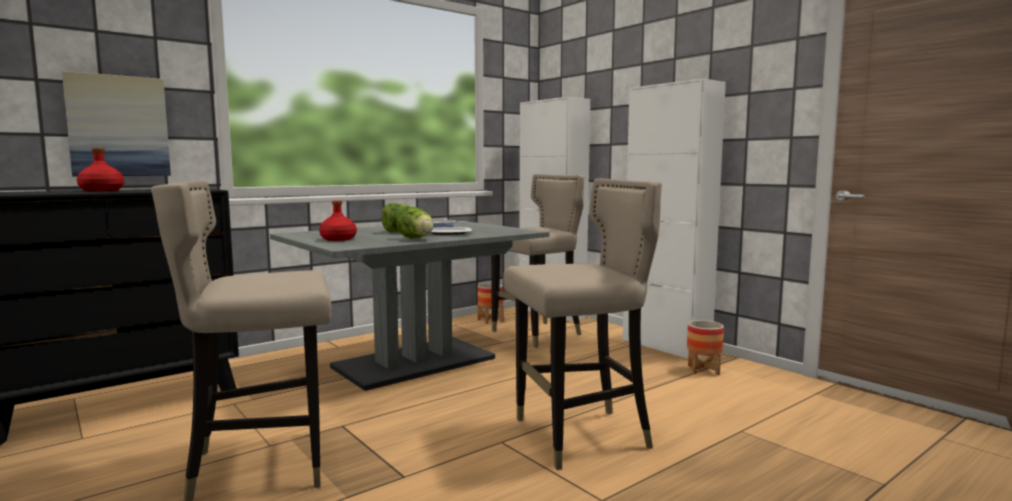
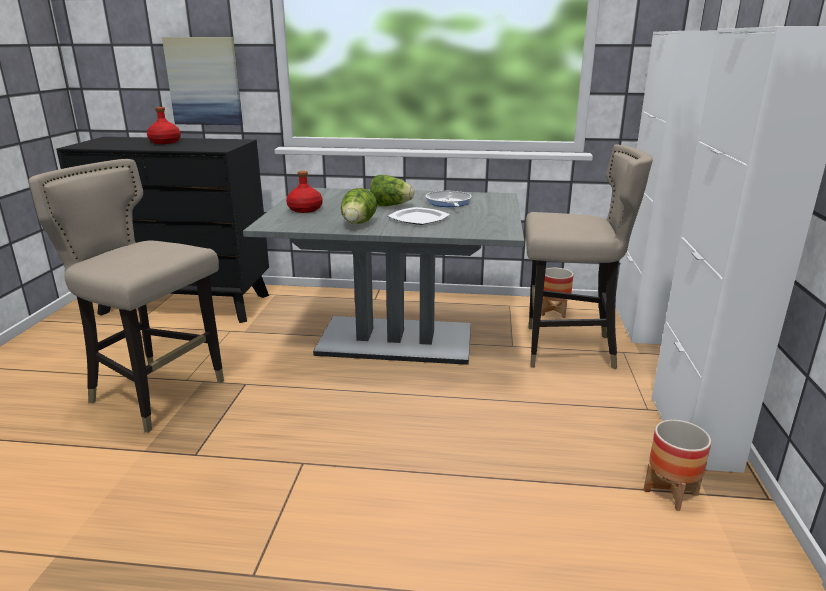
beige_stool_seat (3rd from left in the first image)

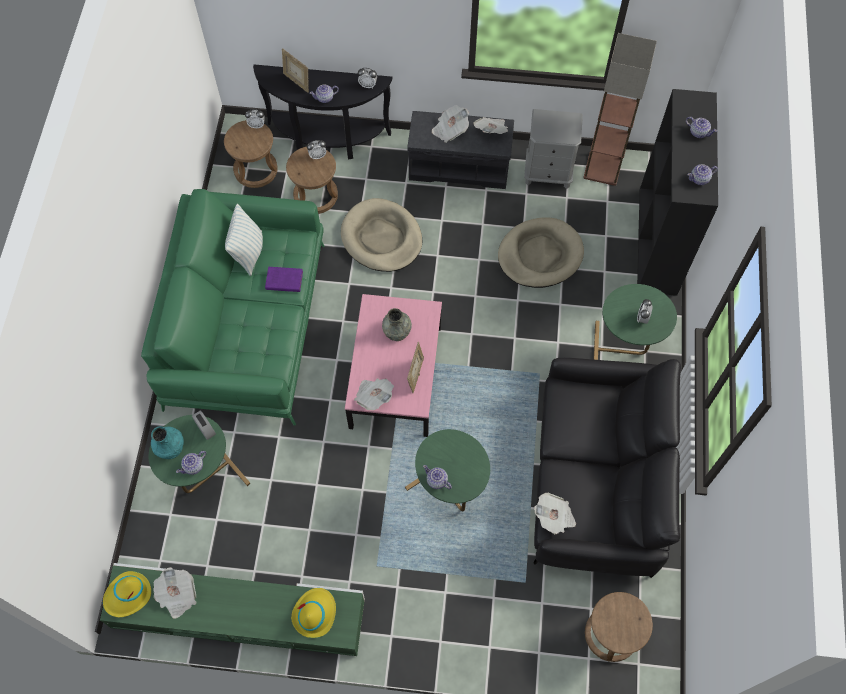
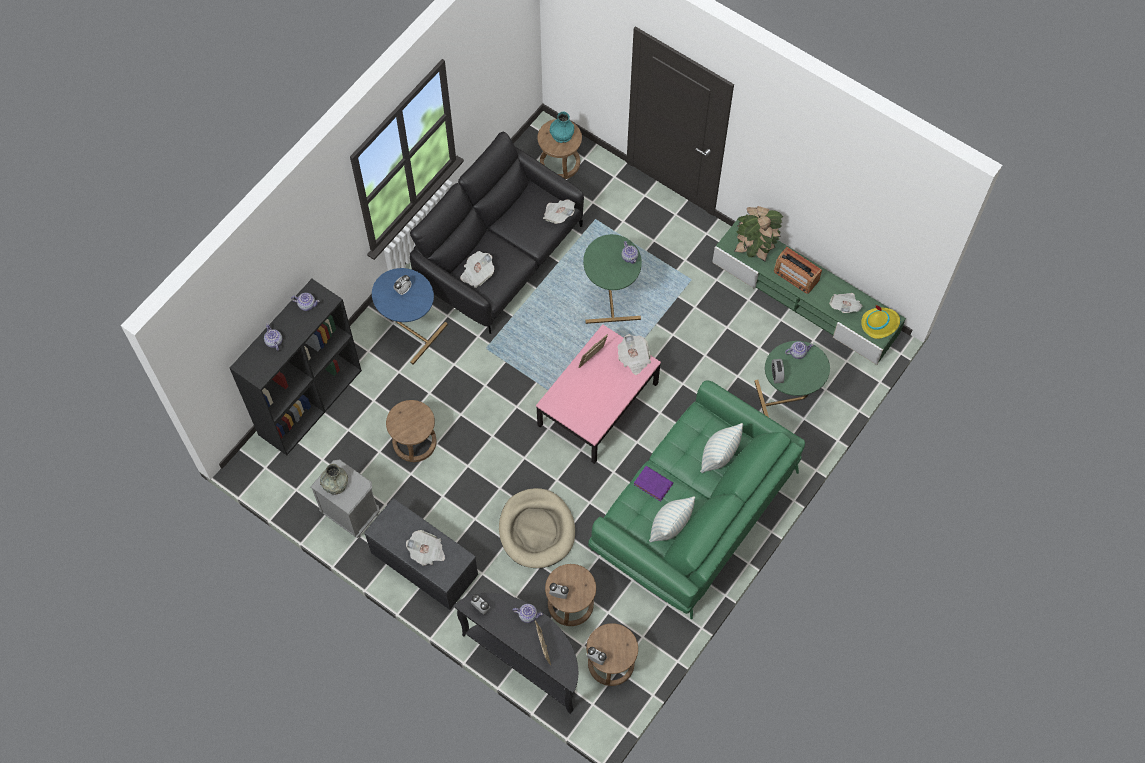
greyish_vase
blue-coloured_end_table
brownish_stool_seat (1st from left)
newspaper (2nd from left)
blue-green_vase
throw_pillow (2nd from left)
plant_in_a_pot
radio_set
standing_lamp

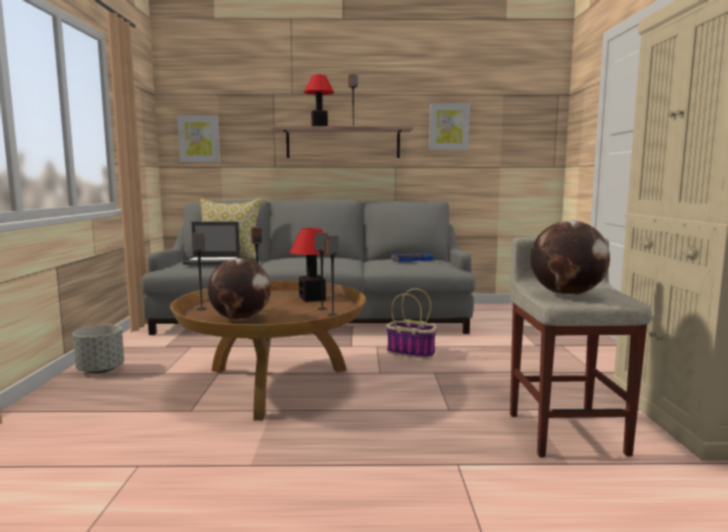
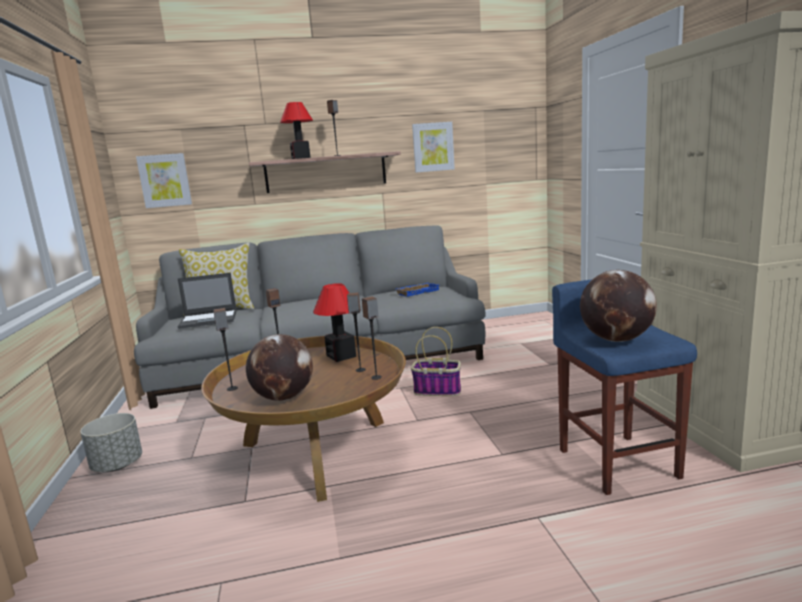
blue-coloured_stool_seat

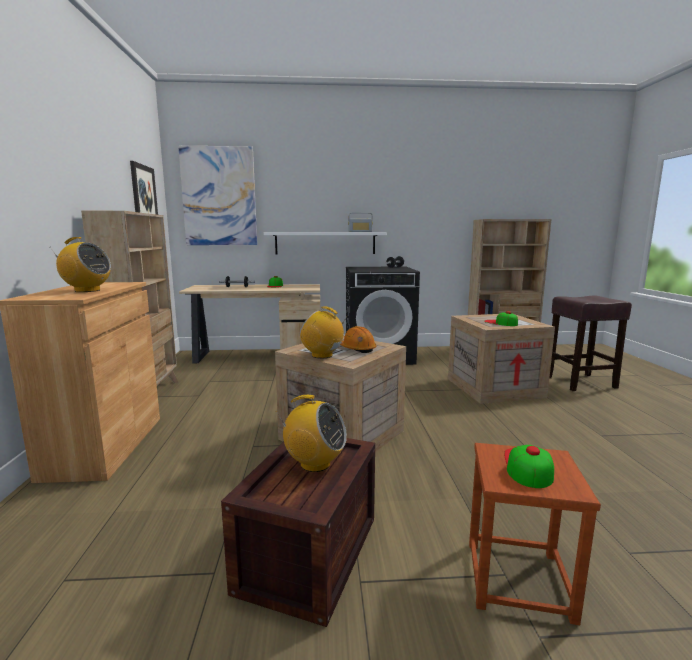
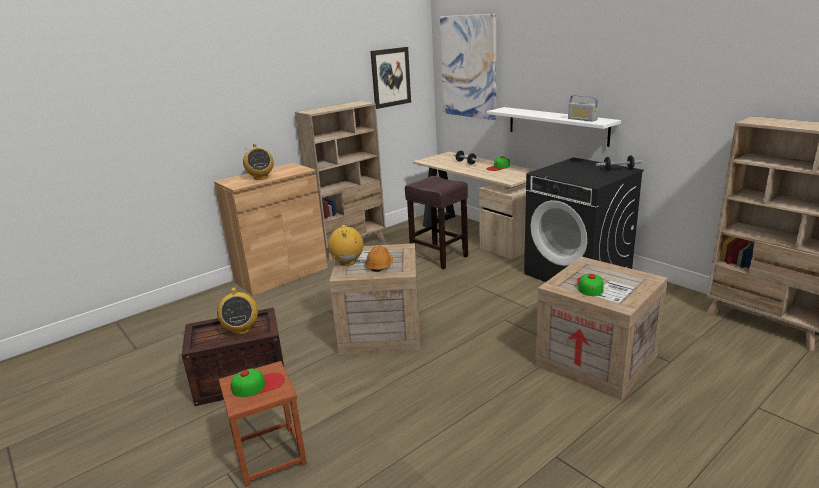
brownish_stool_seat (2nd from left)

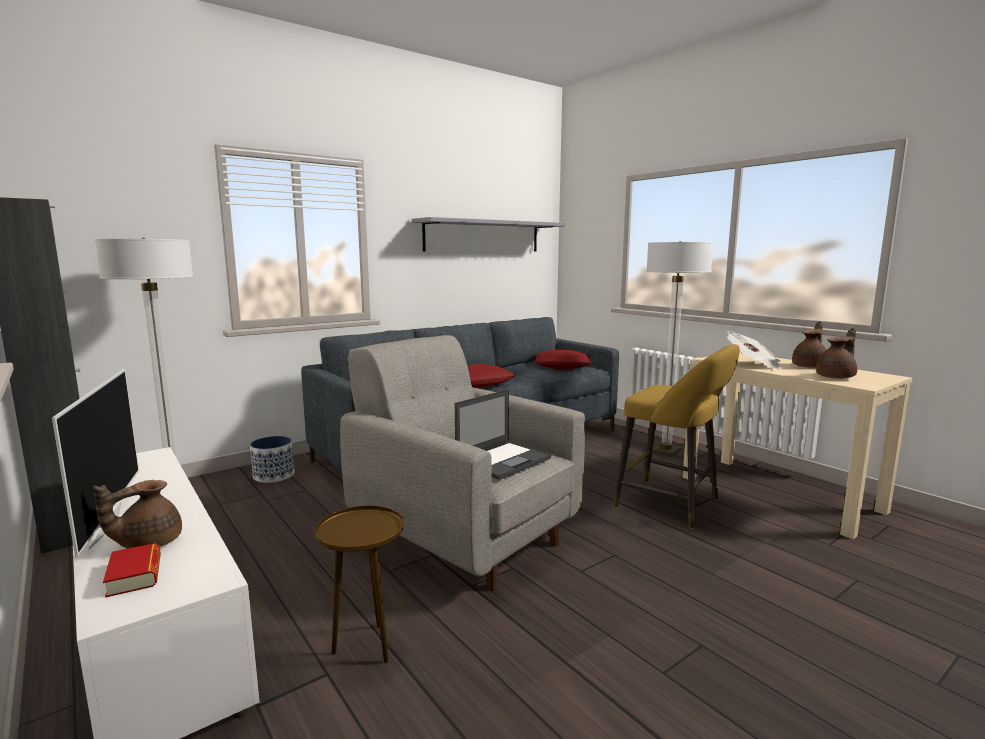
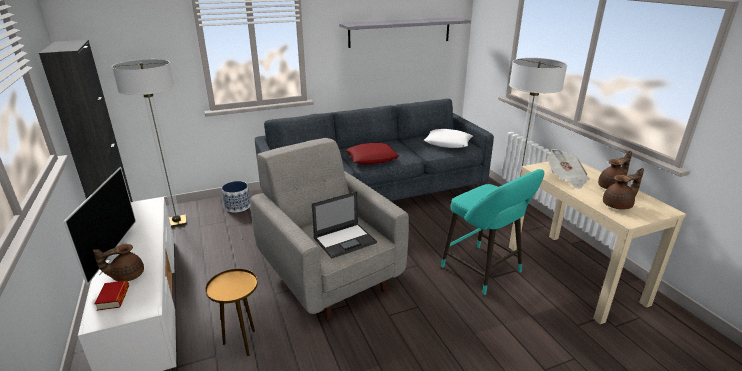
whitish_throw_pillow
blue-green_stool_seat

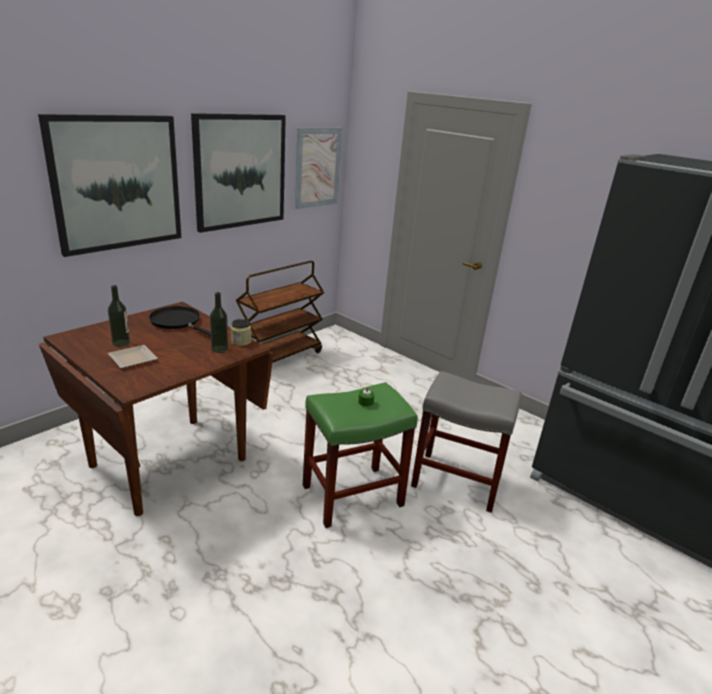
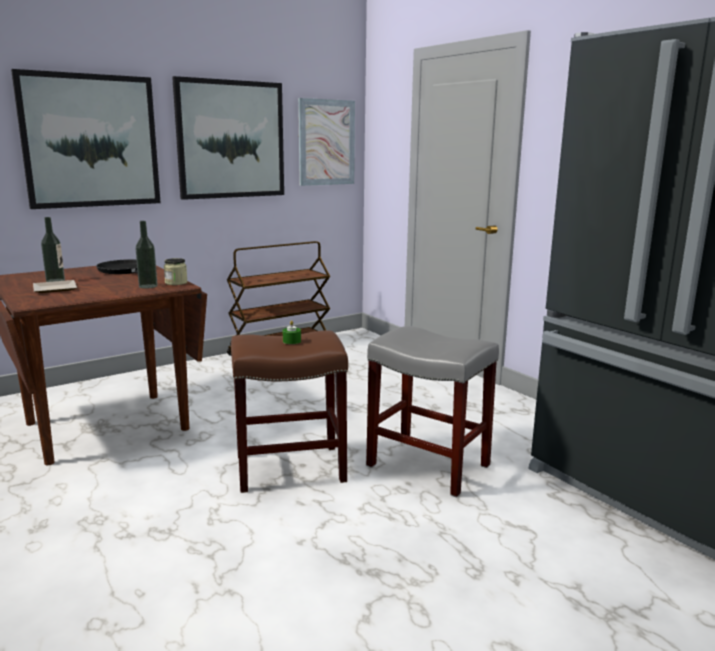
brownish_stool_seat

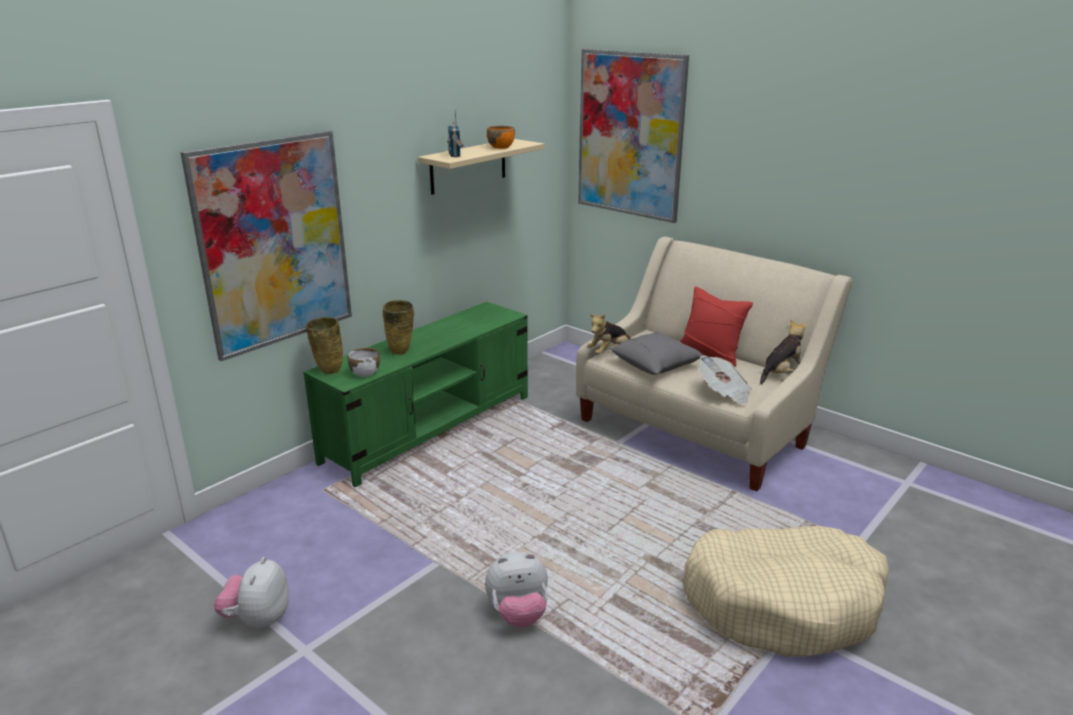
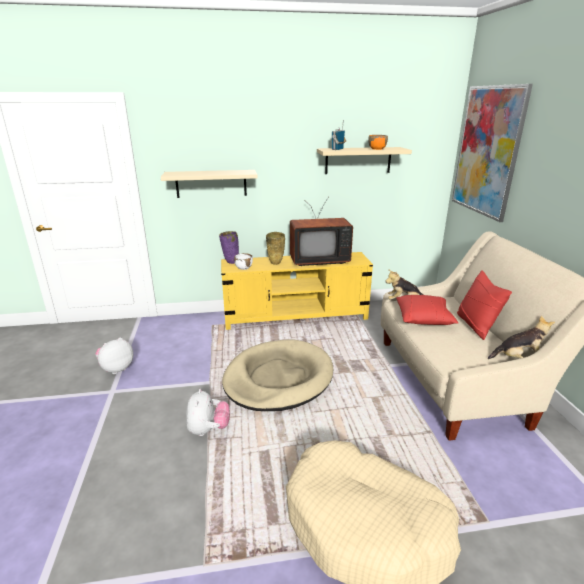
beige_wall_shelf (1st from left)
soft_toy (2nd from left)
purplish_vase
yellow_tv_unit
beige_pet_bed (1st from left)
TV_set
red-coloured_throw_pillow (1st from left)
newspaper

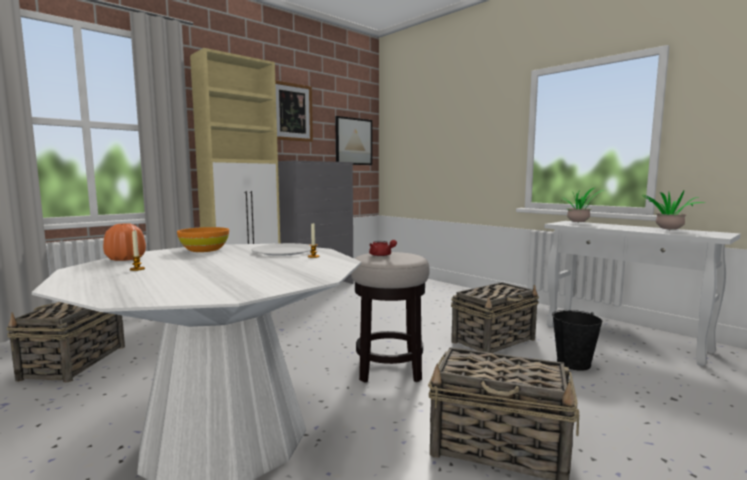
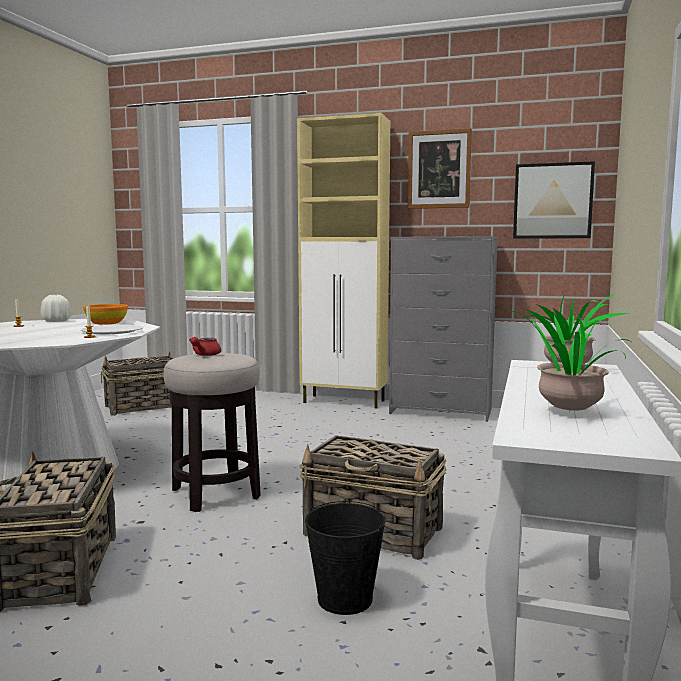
whitish_vase

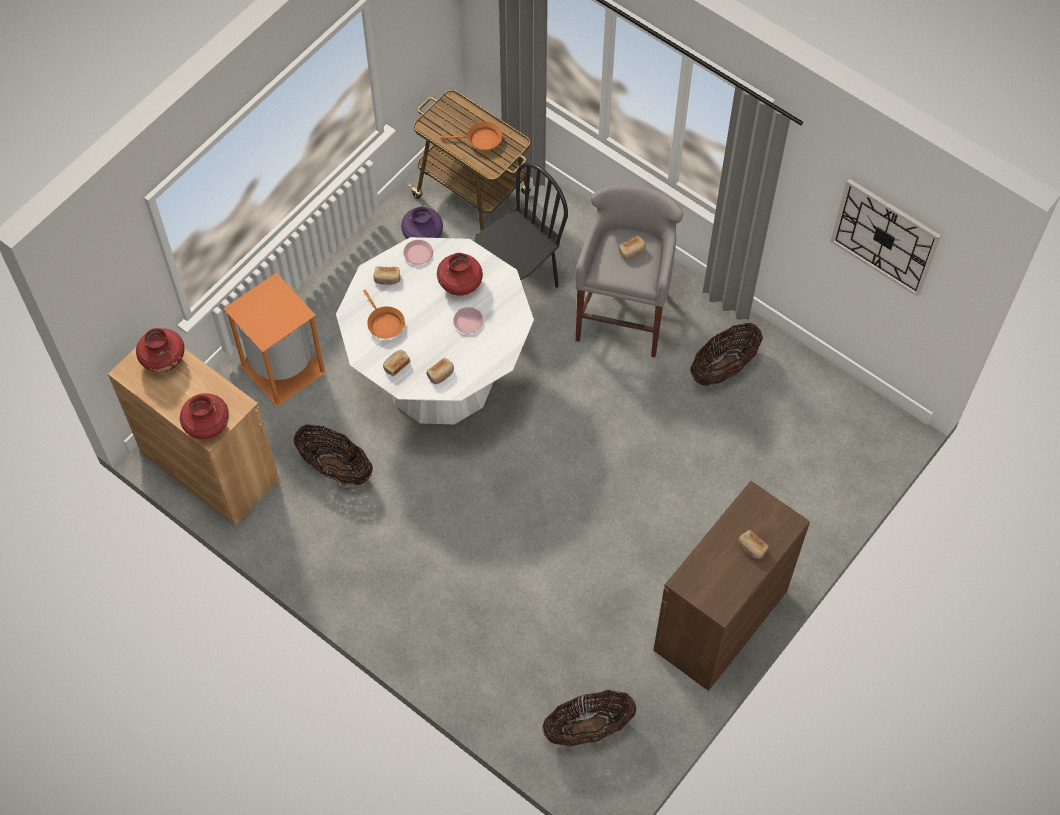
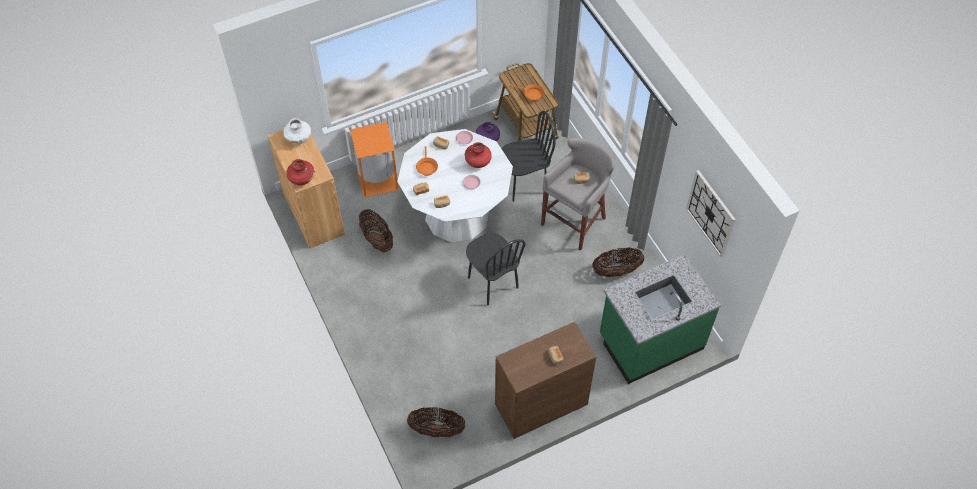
whitish_vase
black-coloured_plain_chair (1st from left)
green-coloured_counter

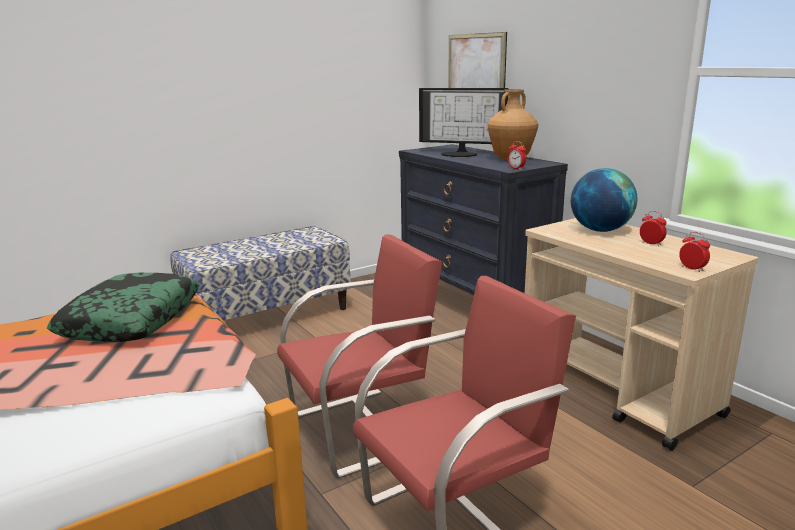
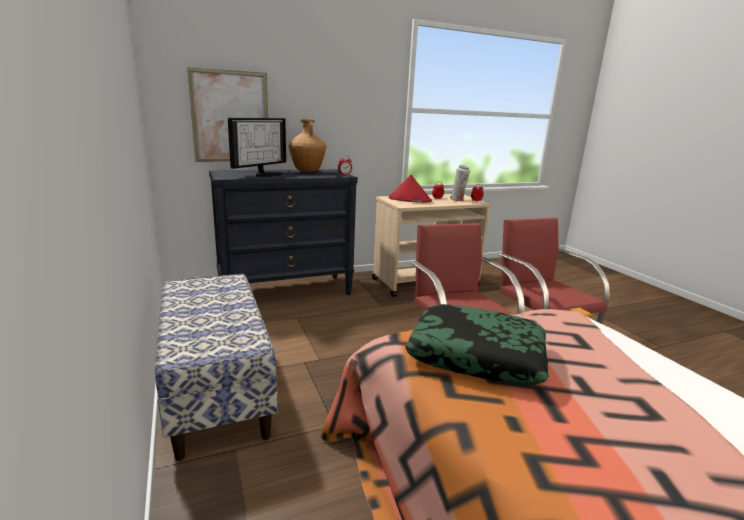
red-coloured_wearable_hat
whitish_vase

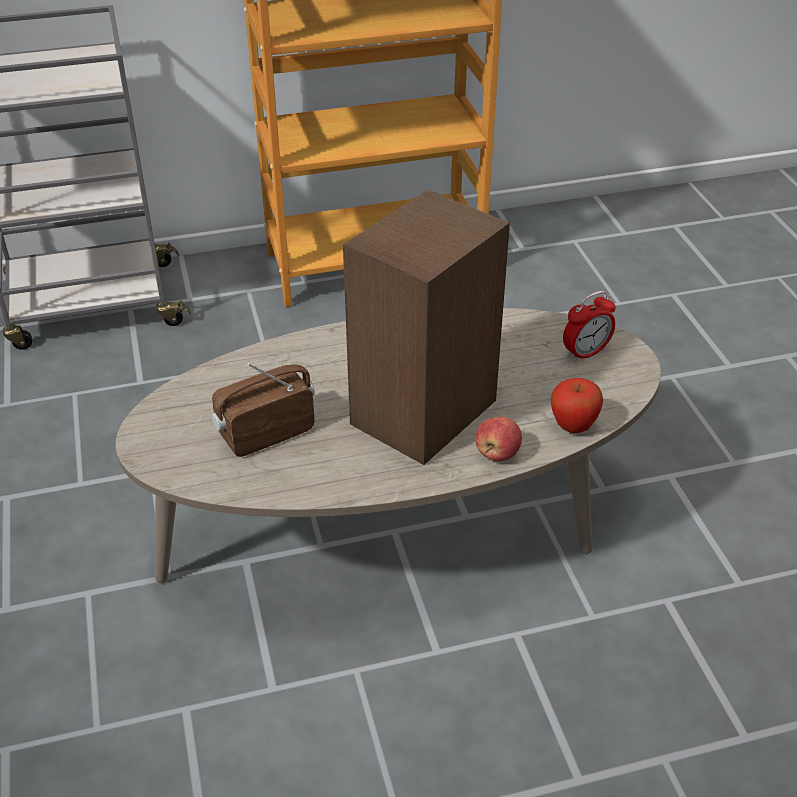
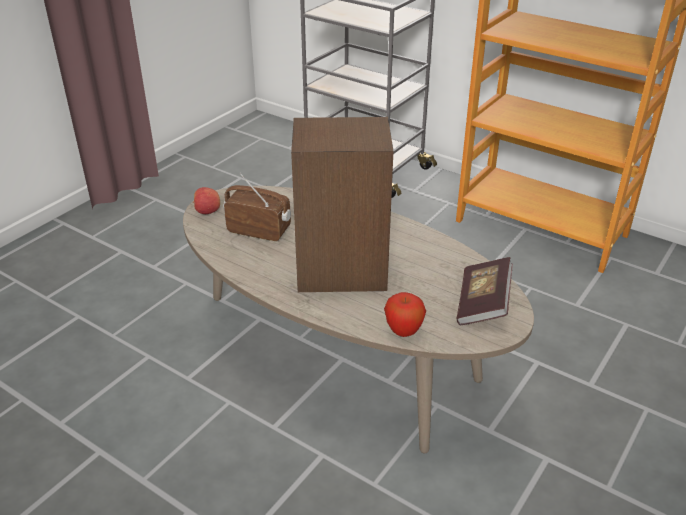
apple (1st from left)
volume

